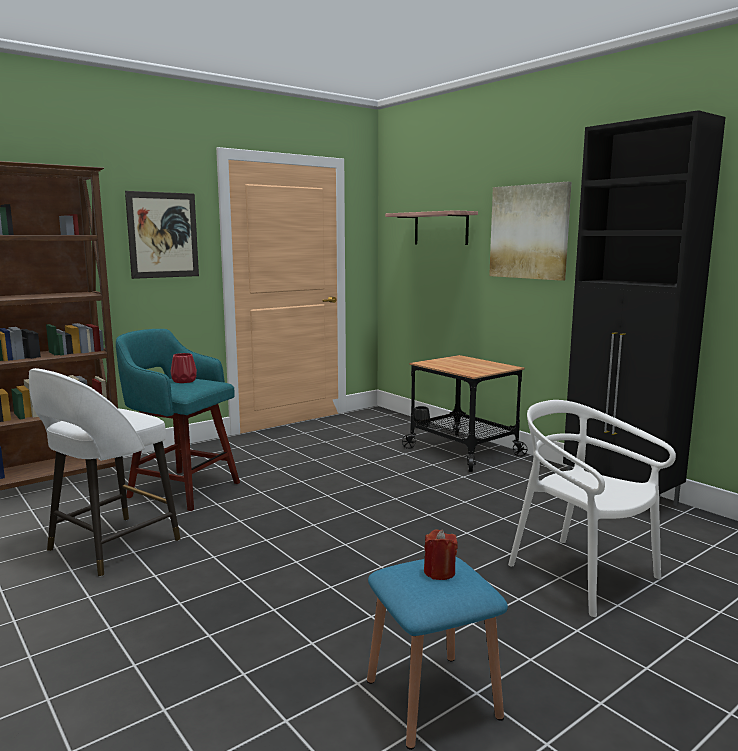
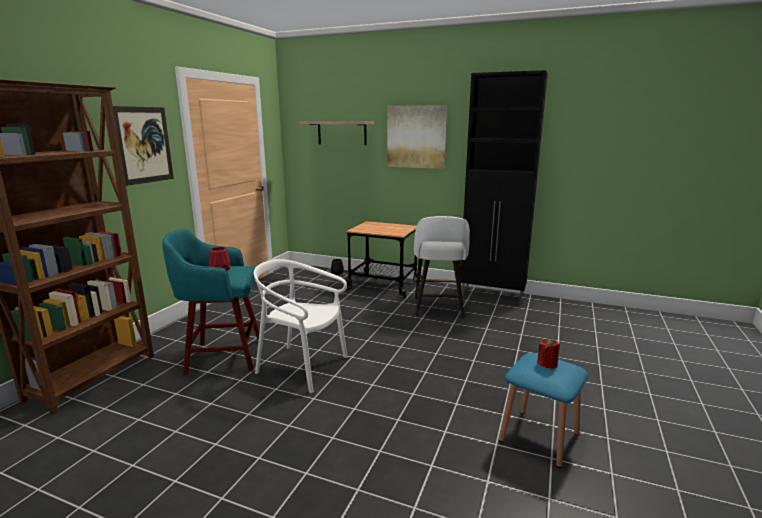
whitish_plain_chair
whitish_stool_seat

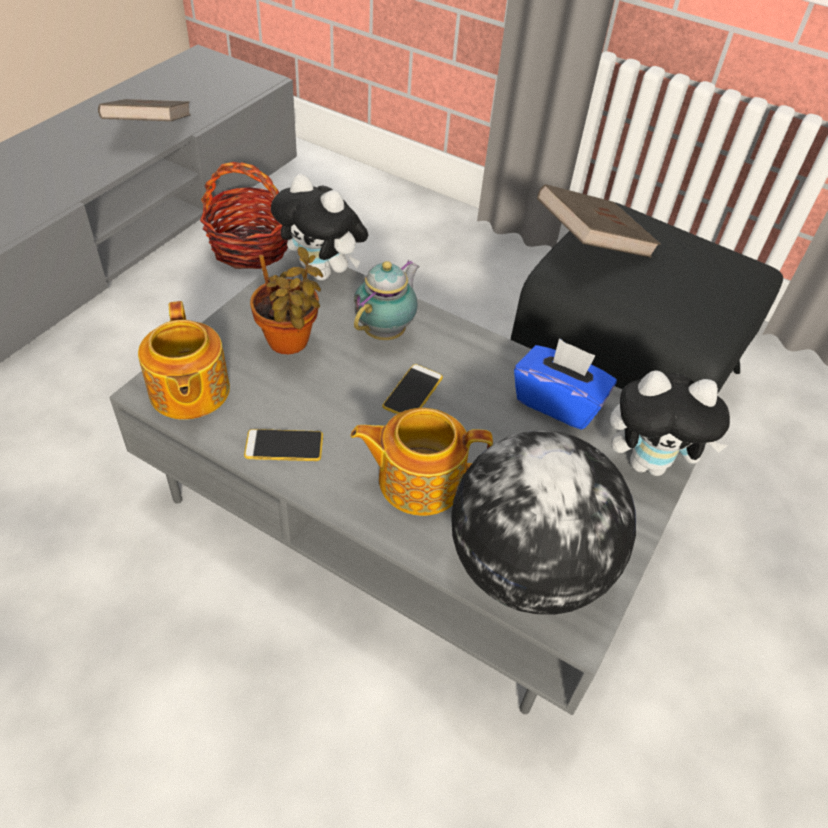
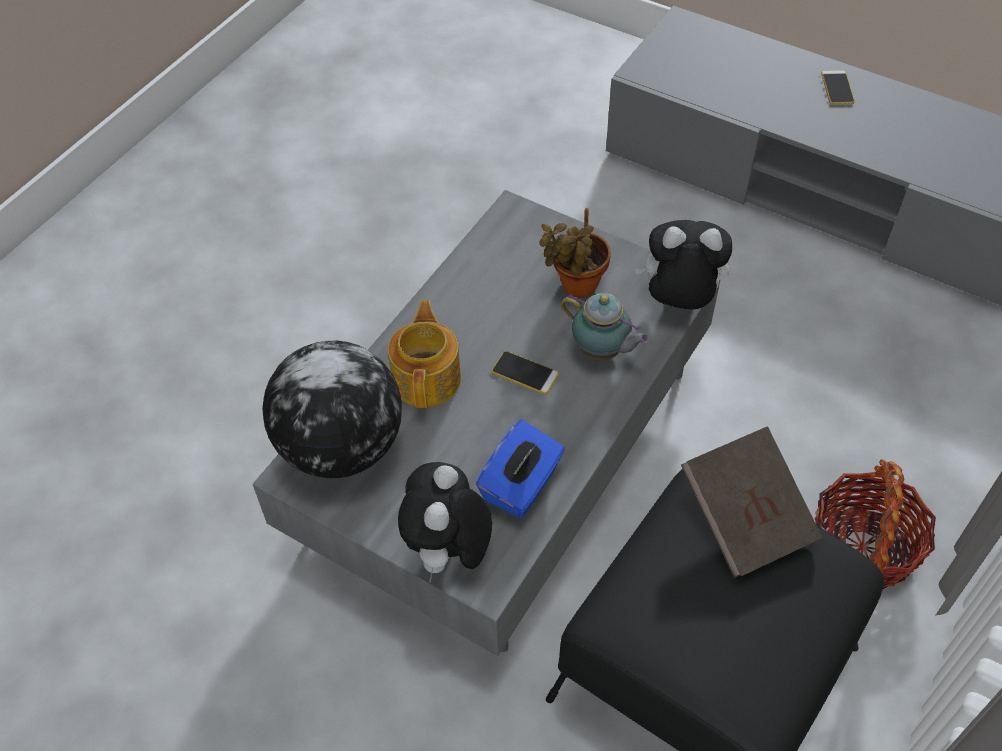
soft_toy (2nd from left)
basket
telephone (2nd from left)
brownish_volume (1st from left in the first image)
teapot (1st from left in the first image)

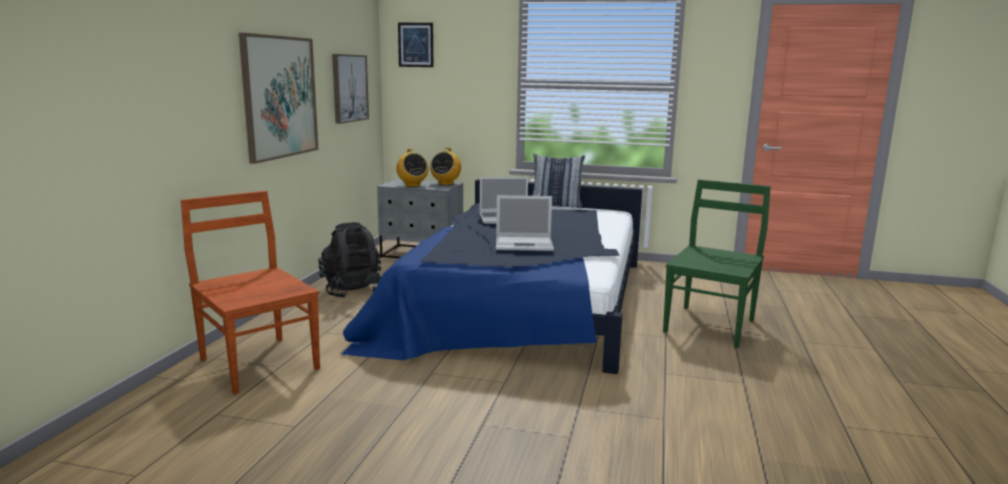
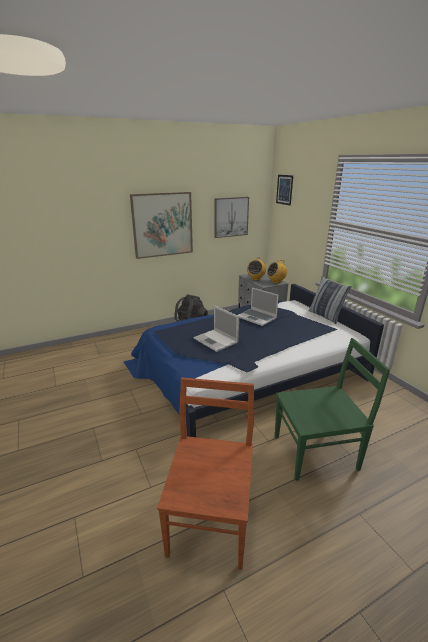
brownish_plain_chair

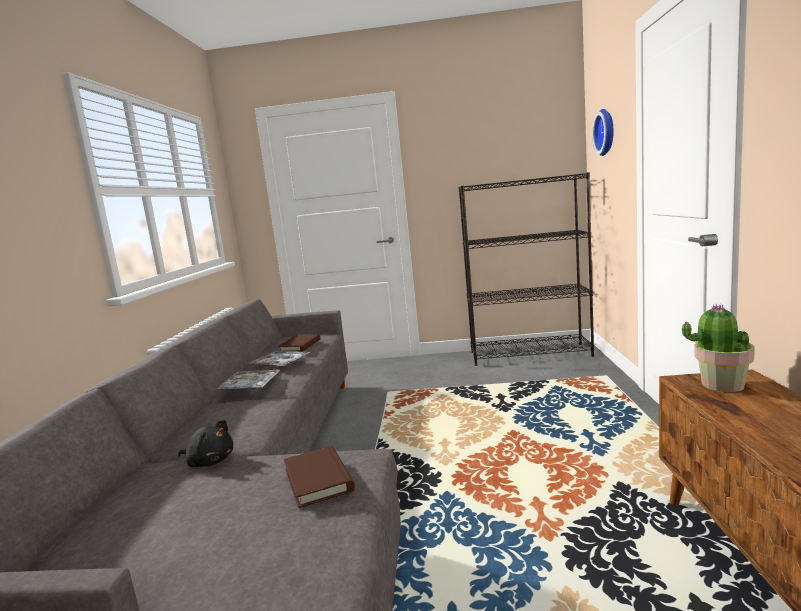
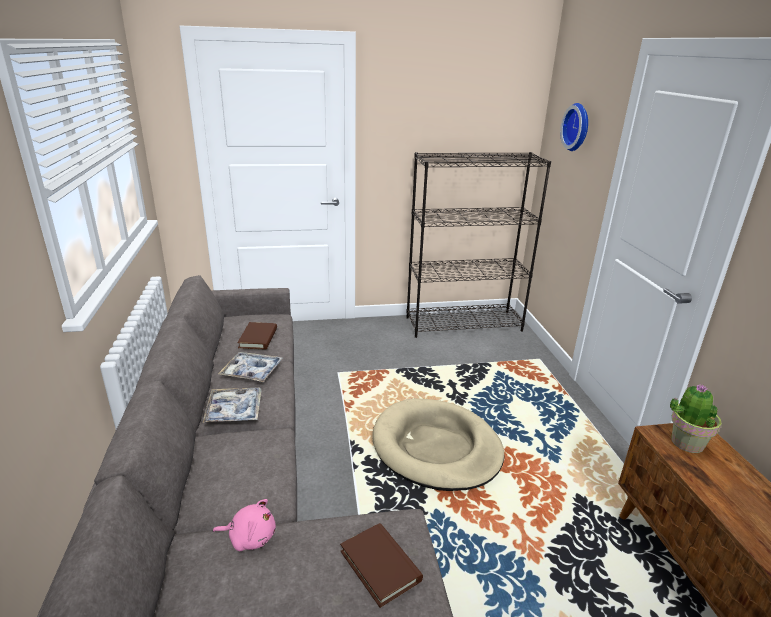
pink_soft_toy
beige_pet_bed

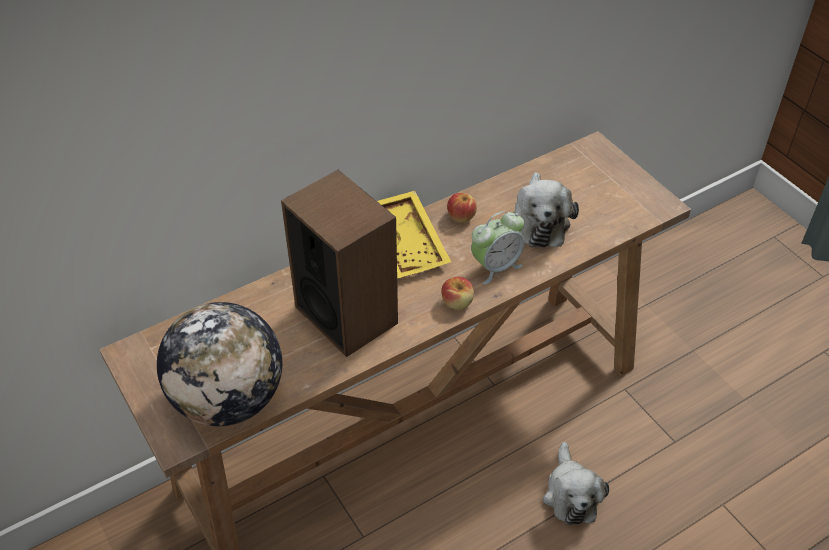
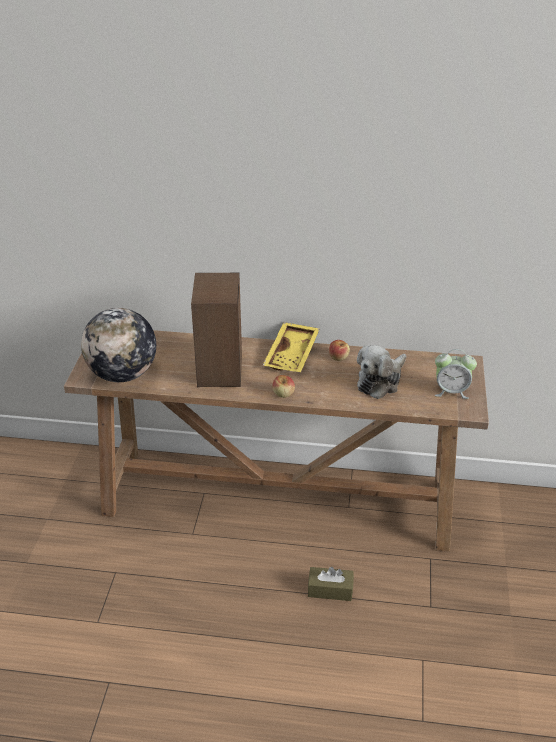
brownish_tissue_box
alarm_clock

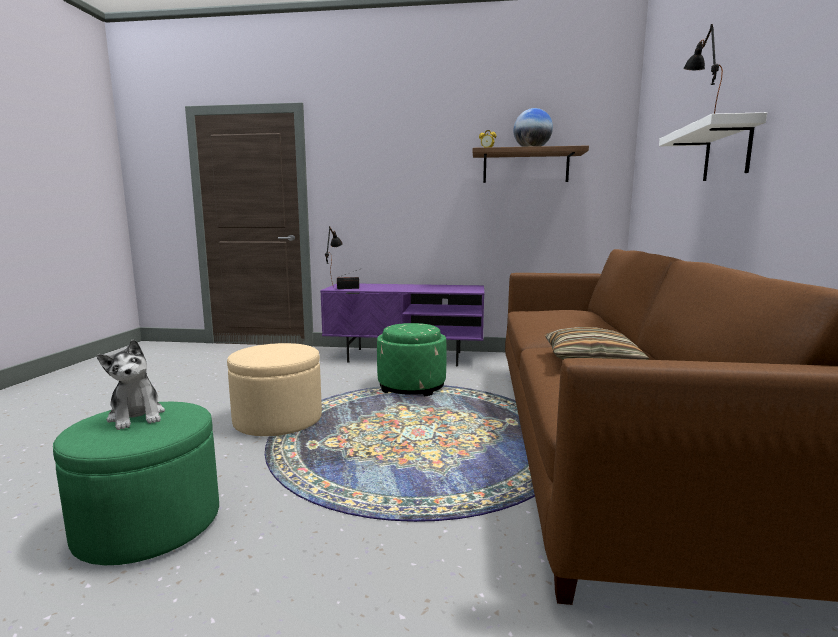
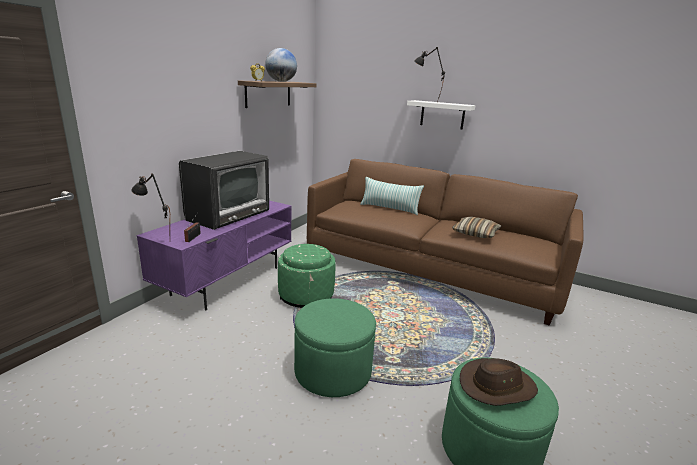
TV_set
green-coloured_footrest (2nd from left)
throw_pillow (1st from left)
brownish_wearable_hat

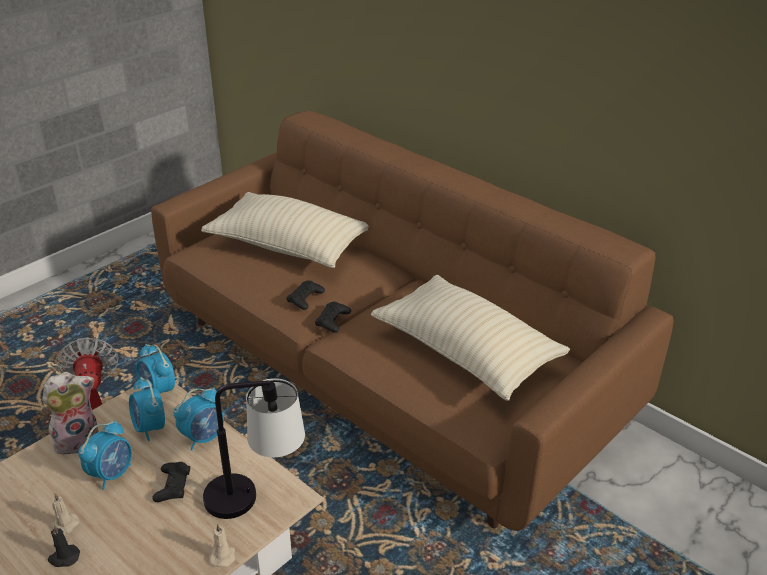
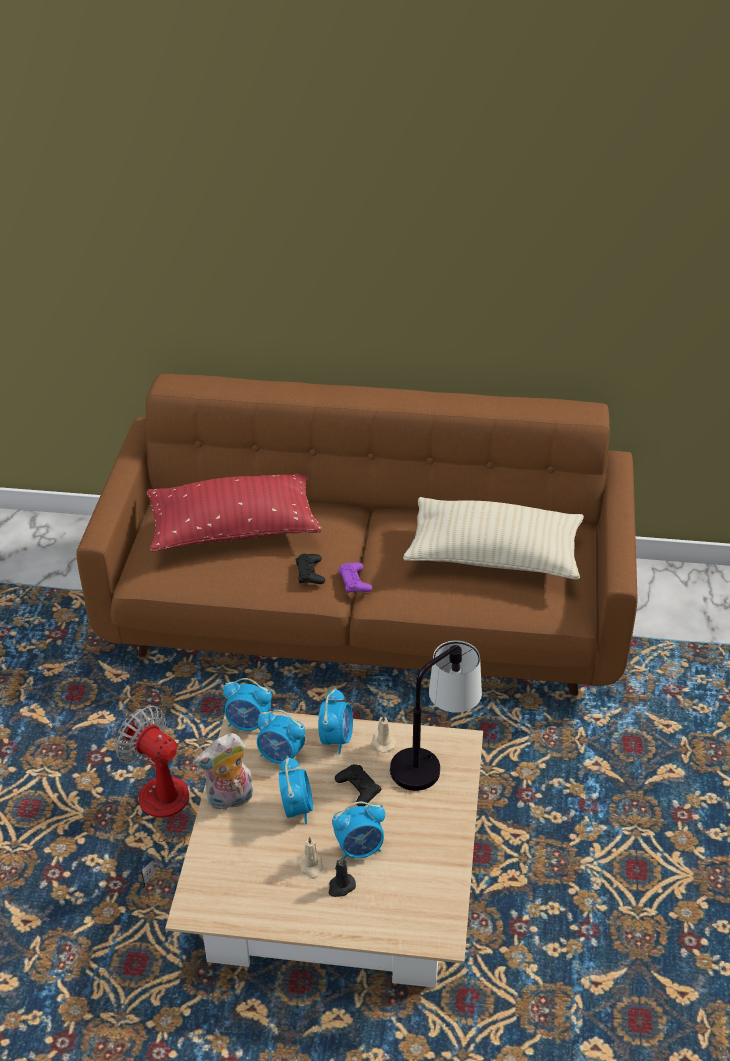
red-coloured_throw_pillow
soft_toy
alarm_clock (5th from left)
purplish_game_controller
beige_wax_candle (2nd from left)

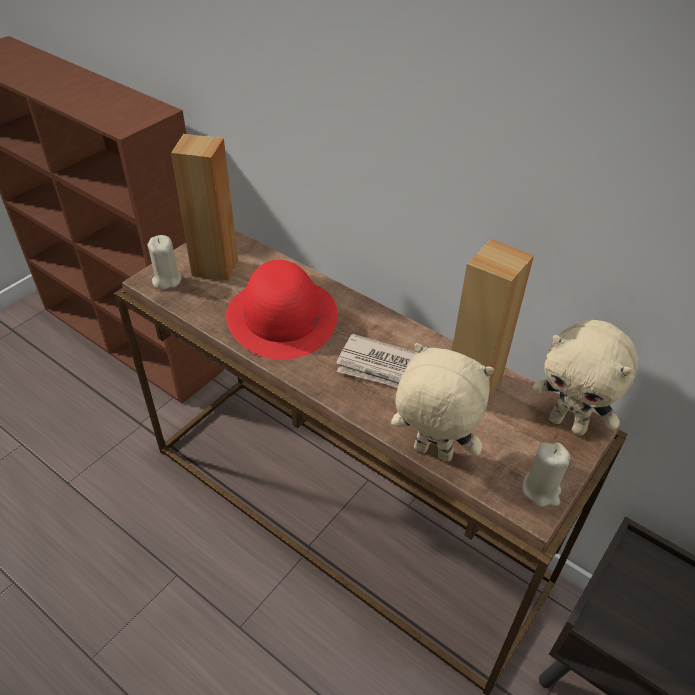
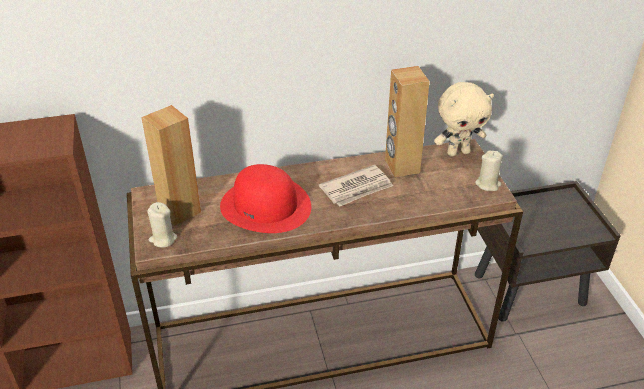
beige_soft_toy (1st from left in the first image)

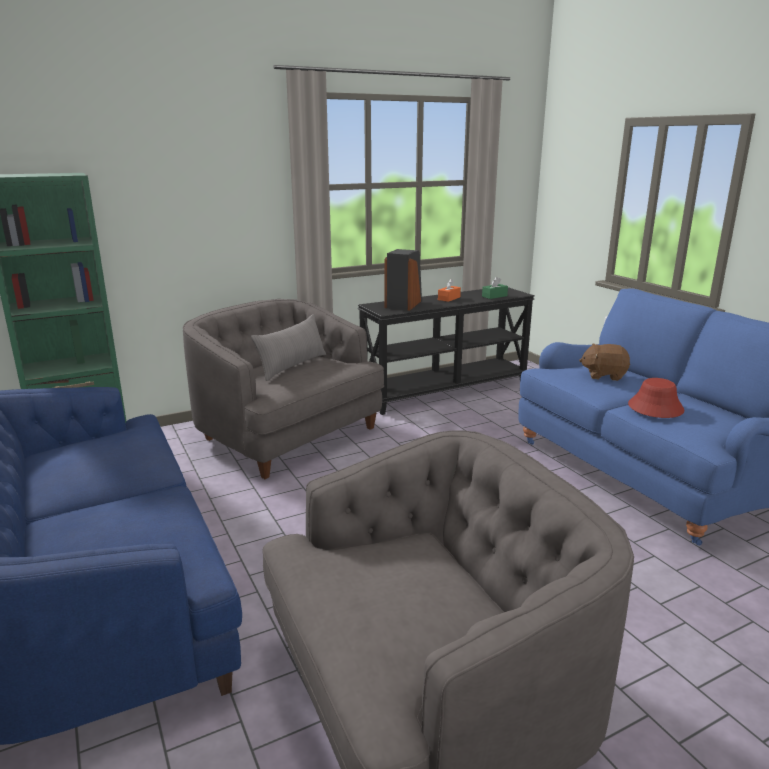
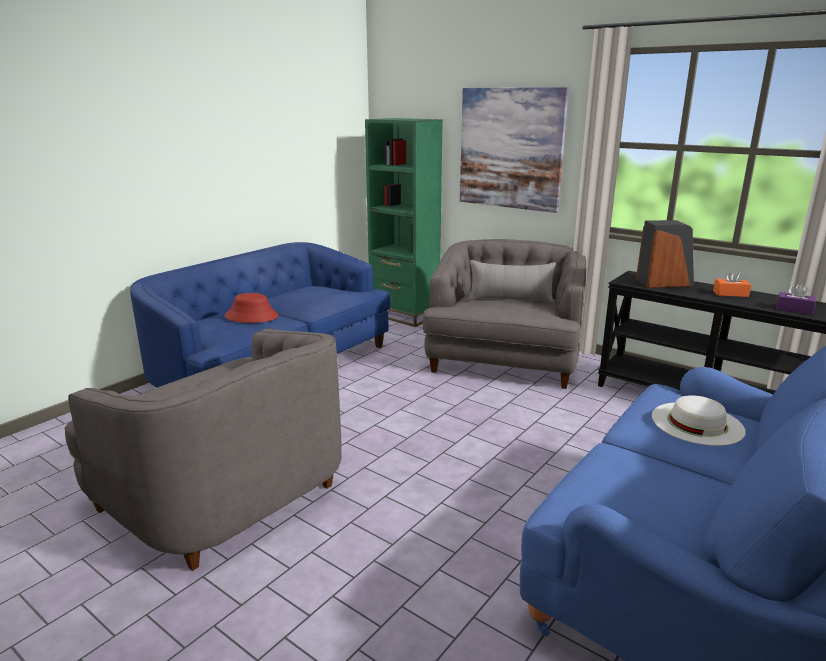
red-coloured_wearable_hat
wall_art
whitish_wearable_hat
purplish_tissue_box

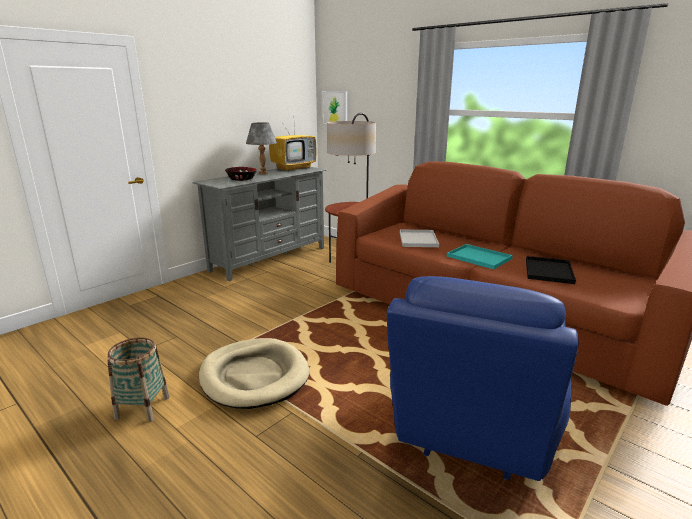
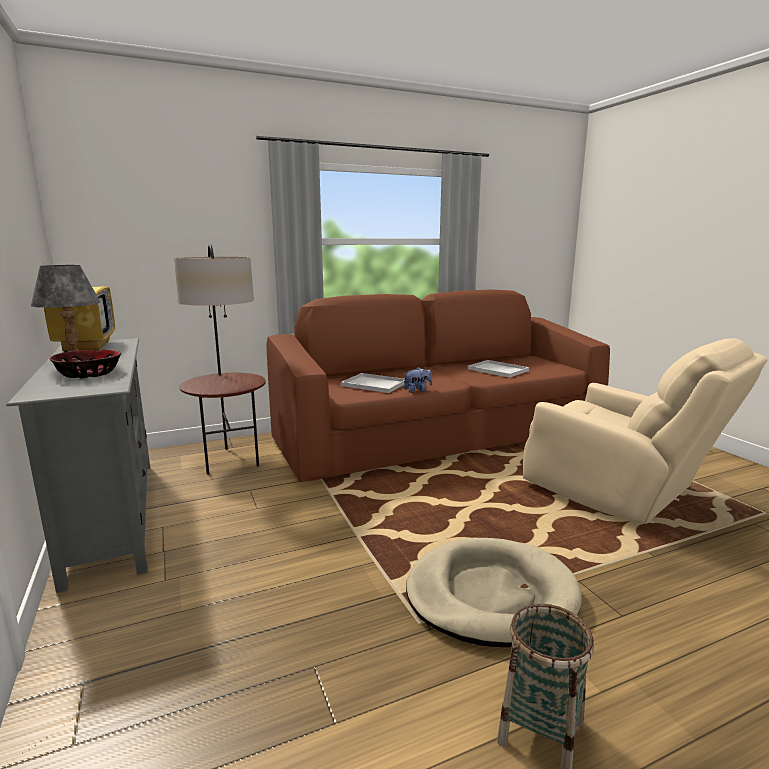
soft_toy
whitish_serving_tray (2nd from left)
beige_armchair
wall_art
blue-green_serving_tray

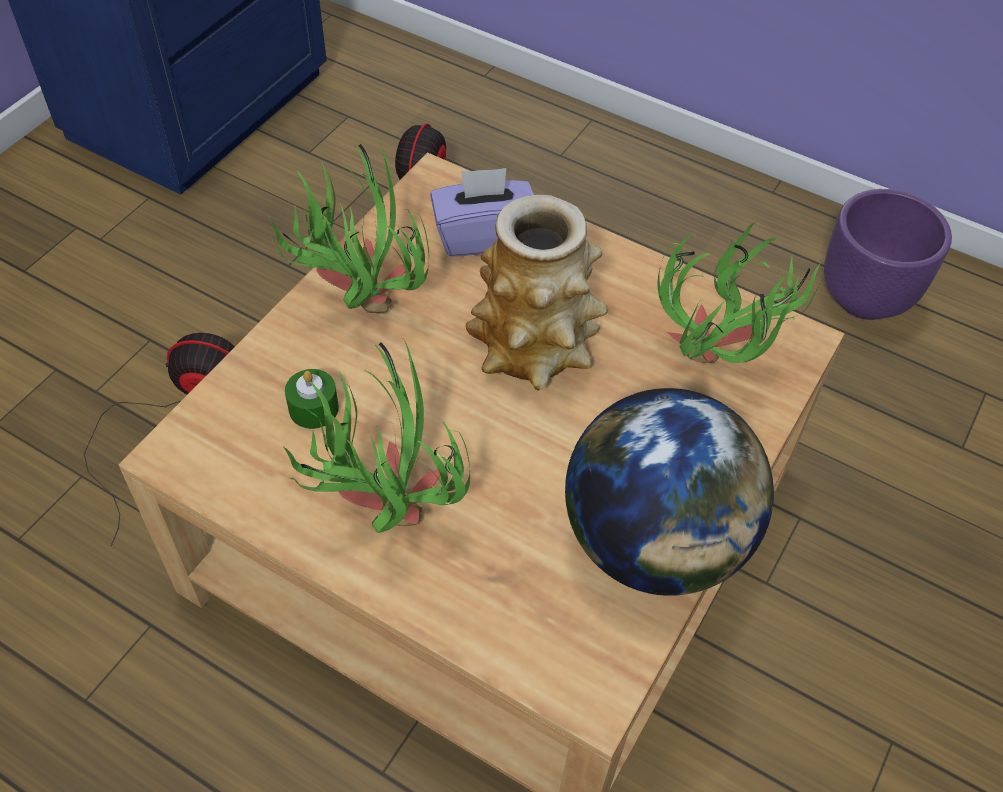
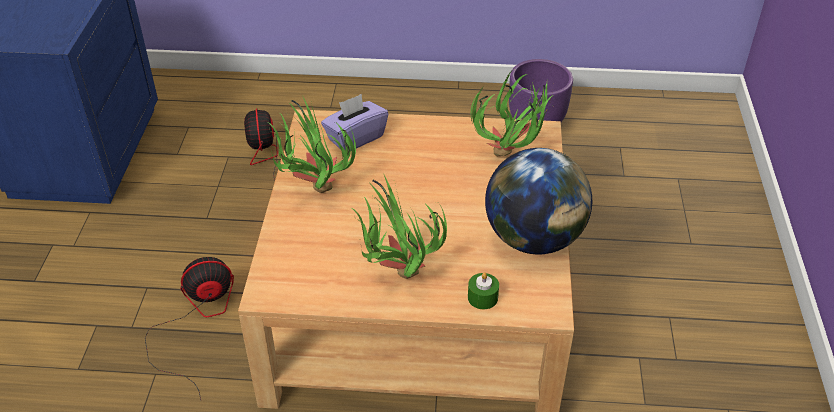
green-coloured_wax_candle
vase

